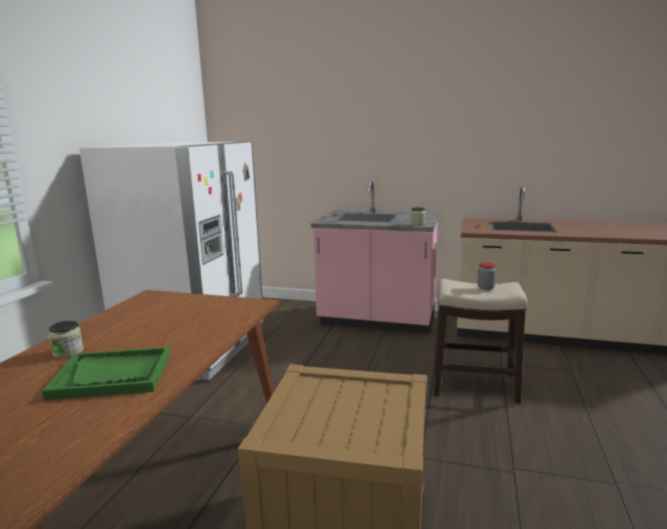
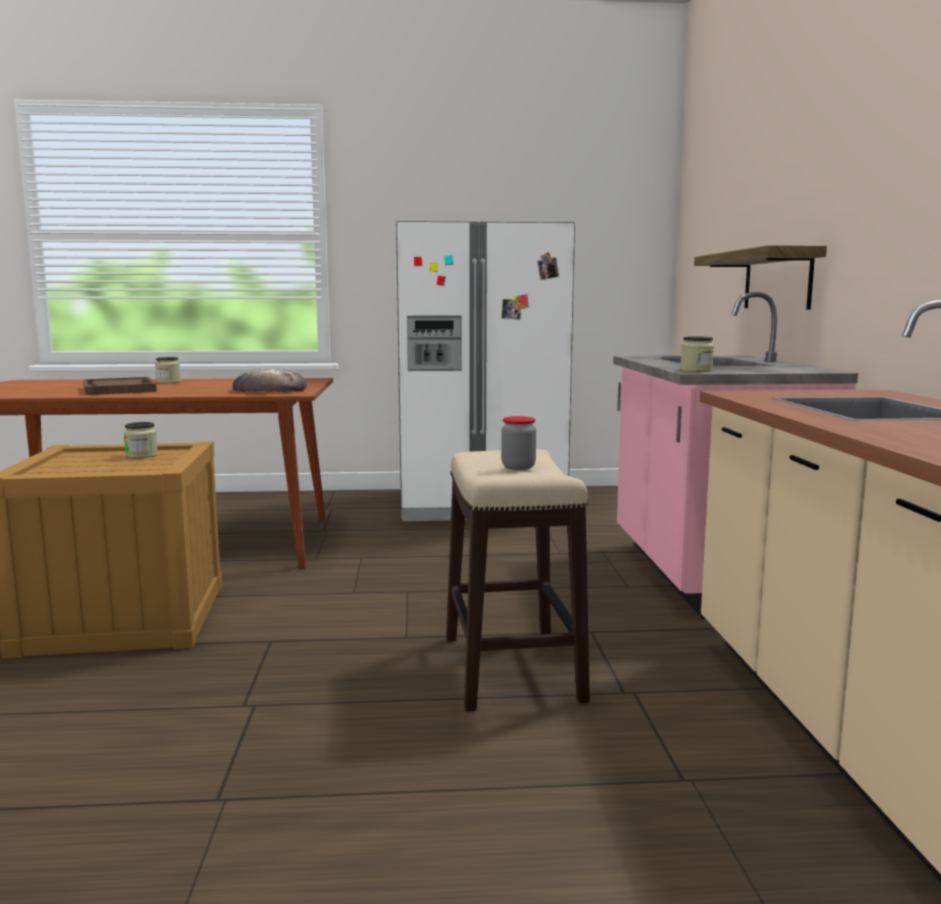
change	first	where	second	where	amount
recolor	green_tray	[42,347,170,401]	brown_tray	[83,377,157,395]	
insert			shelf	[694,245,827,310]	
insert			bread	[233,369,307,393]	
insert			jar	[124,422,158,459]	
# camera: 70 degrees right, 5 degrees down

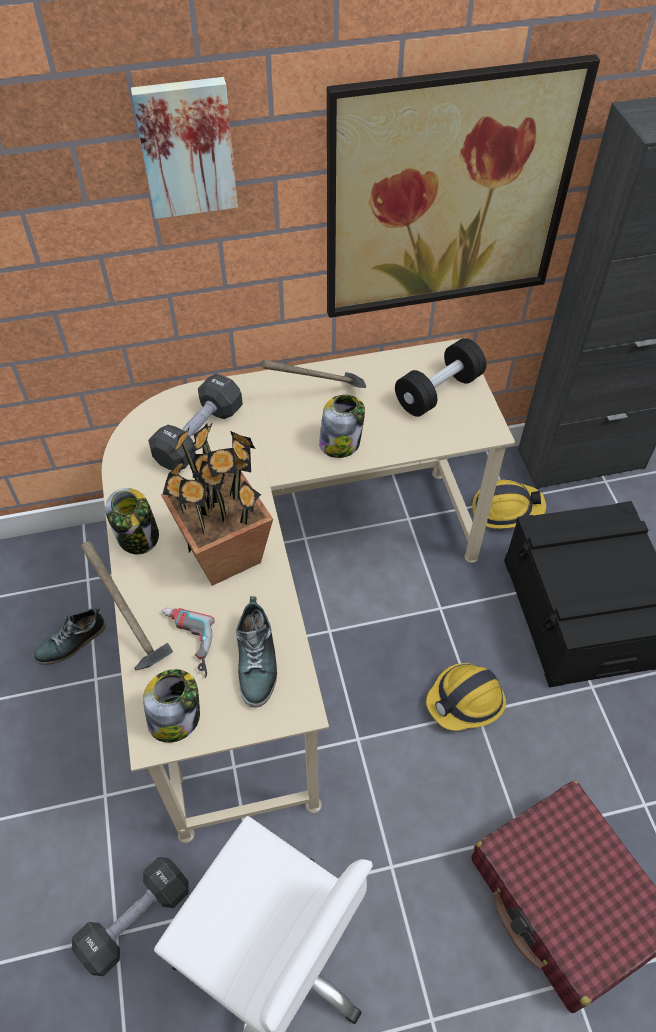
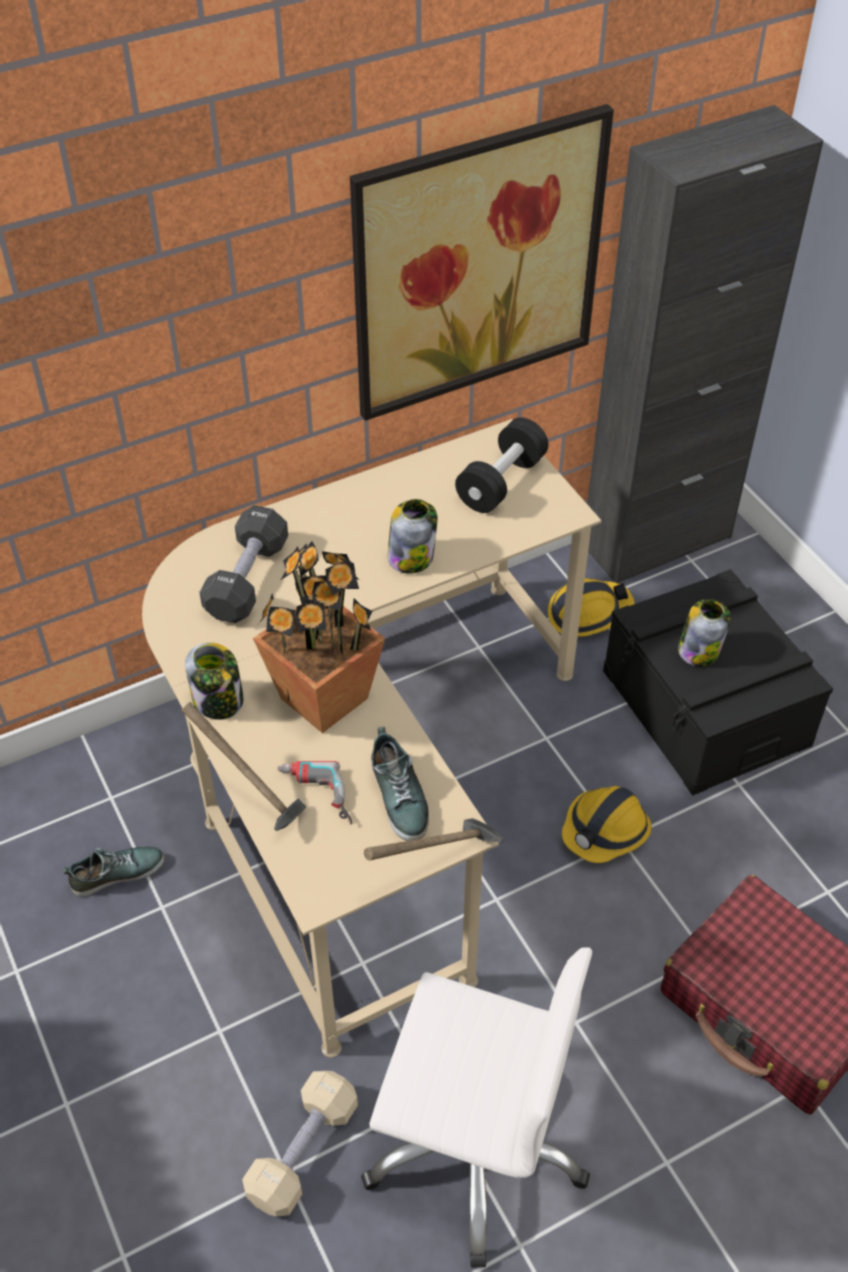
change	first	where	second	where	amount
delete	picture	[131,77,238,219]			
move	hammer	[261,360,366,388]		[364,818,504,860]	
rotate	shoe	[33,606,106,665]		[63,847,164,897]	150 degrees counterclockwise
move	jar	[143,669,200,743]		[678,599,731,667]	
recolor	black_dumbbell	[72,857,189,976]	beige_dumbbell	[242,1071,358,1217]	
# camera: 15 degrees left, 5 degrees down

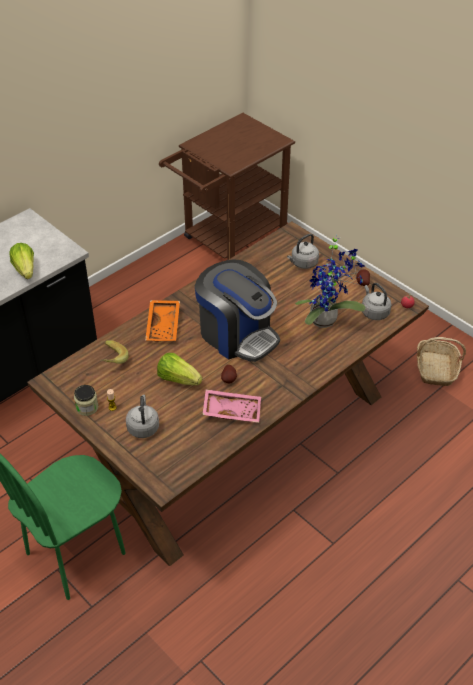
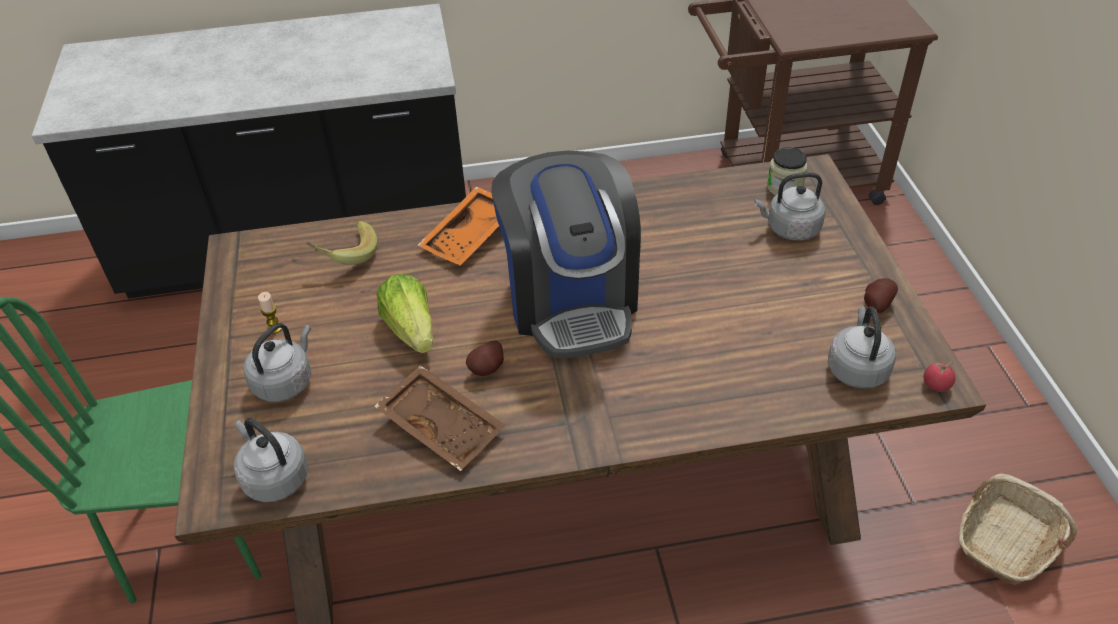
change	first	where	second	where	amount
delete	potted_plant	[295,234,366,328]			
delete	lettuce	[9,243,34,279]			
move	jar	[74,385,99,416]		[767,147,808,196]	
recolor	pink_tray	[202,389,261,423]	brown_tray	[374,365,506,471]	
insert			grey_kettle	[234,418,308,502]	
# camera: 35 degrees right, 0 degrees up

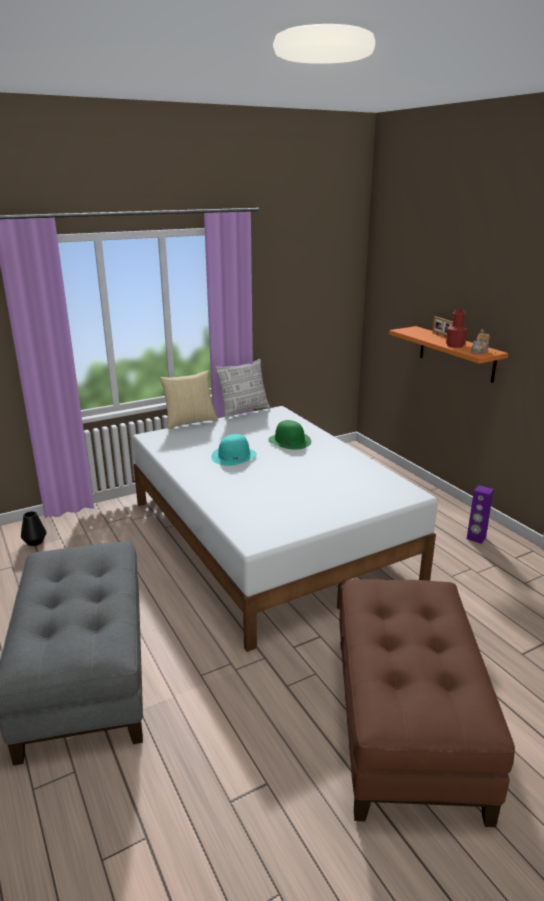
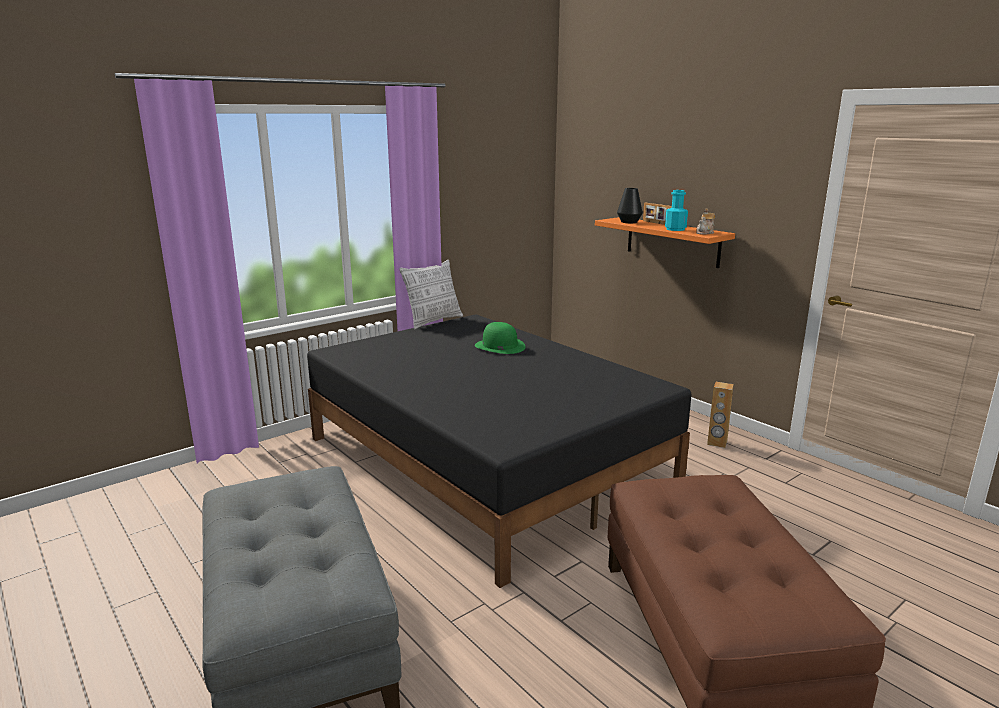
change	first	where	second	where	amount
recolor	red_bottle	[446,310,467,348]	turquoise_bottle	[665,190,688,231]	
delete	pillow	[160,370,218,429]			
recolor	white_bed	[133,406,438,652]	black_bed	[307,314,691,588]	
delete	turquoise_hat	[211,434,257,466]			
recolor	purple_speaker	[467,485,494,544]	brown_speaker	[707,382,734,448]	
move	black_vase	[21,511,46,546]		[617,188,643,223]	
# camera: 10 degrees left, 5 degrees down

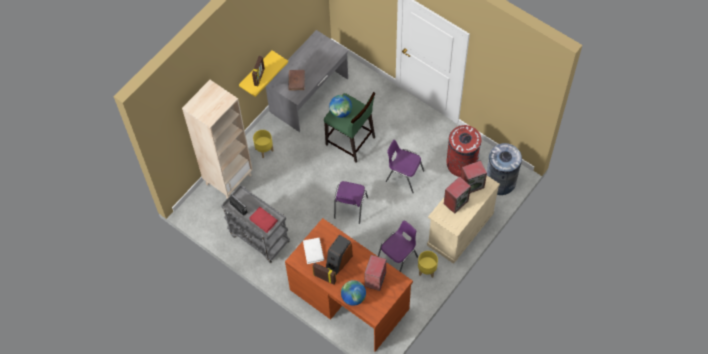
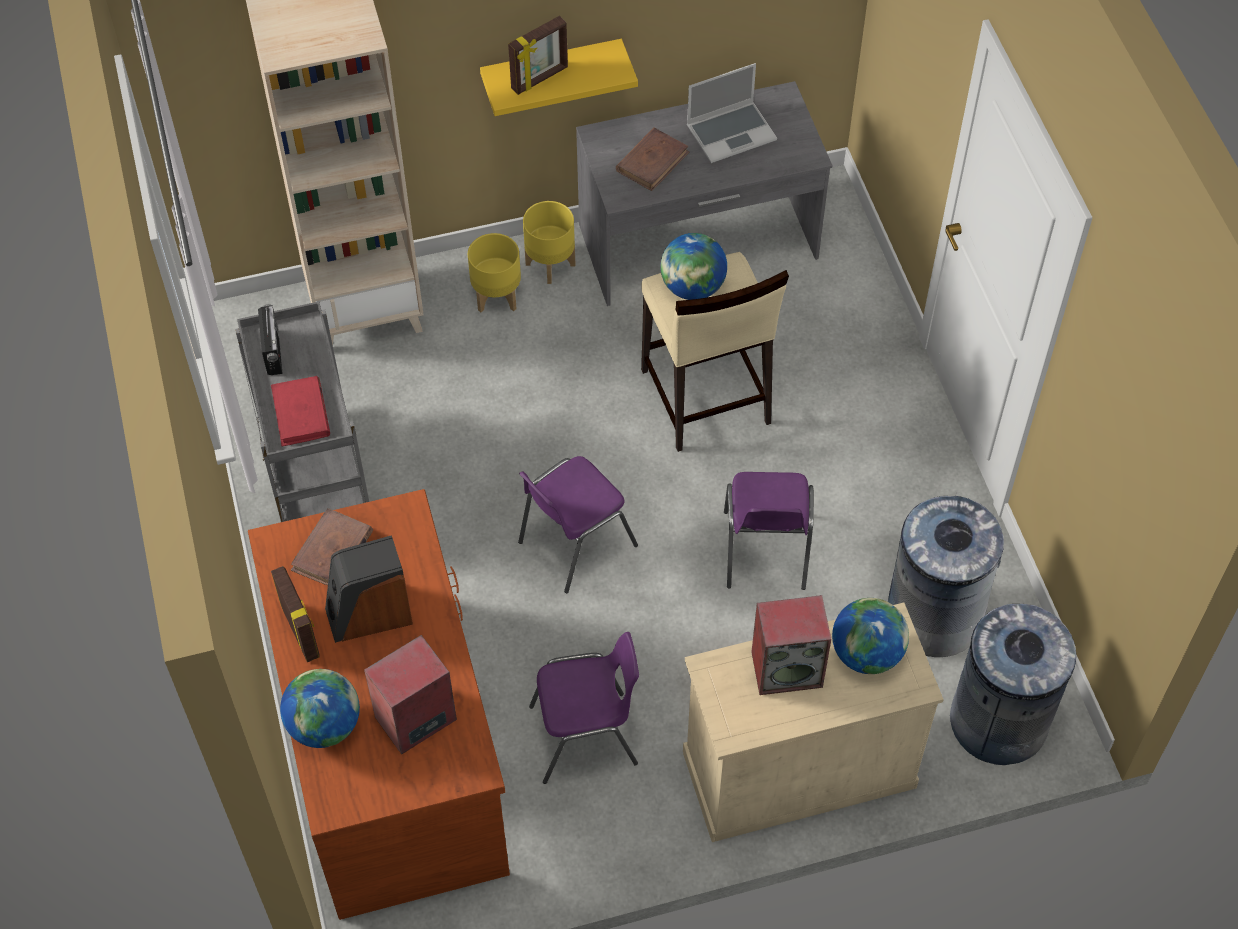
change	first	where	second	where	amount
recolor	green_stool	[324,92,375,163]	beige_stool	[641,252,789,452]	
recolor	red_trash_can	[446,125,482,177]	grey_trash_can	[888,492,1004,657]	
rotate	purple_chair	[386,140,424,193]		[724,472,814,590]	150 degrees counterclockwise
replace	speaker	[461,160,487,193]	globe	[832,598,909,674]	
recolor	white_book	[303,238,324,264]	brown_book	[291,508,373,585]	
move	yellow_planter	[418,251,438,278]		[523,201,575,284]	
insert			laptop	[687,63,777,163]	
# camera: 35 degrees right, 5 degrees down

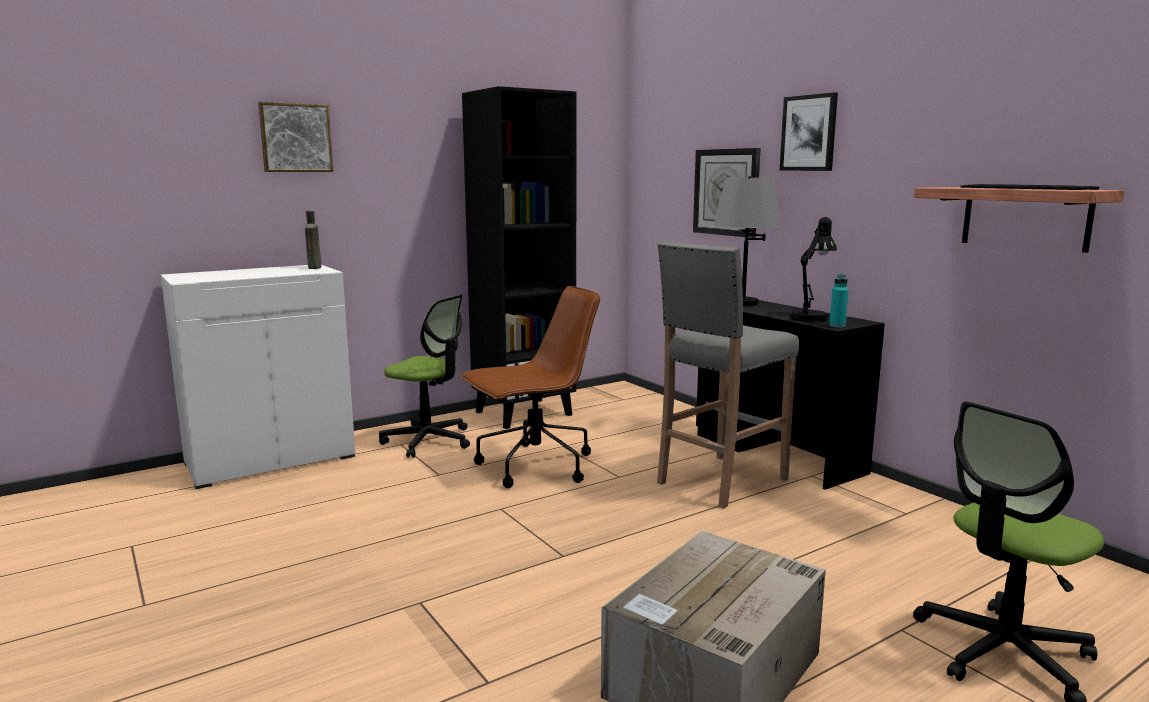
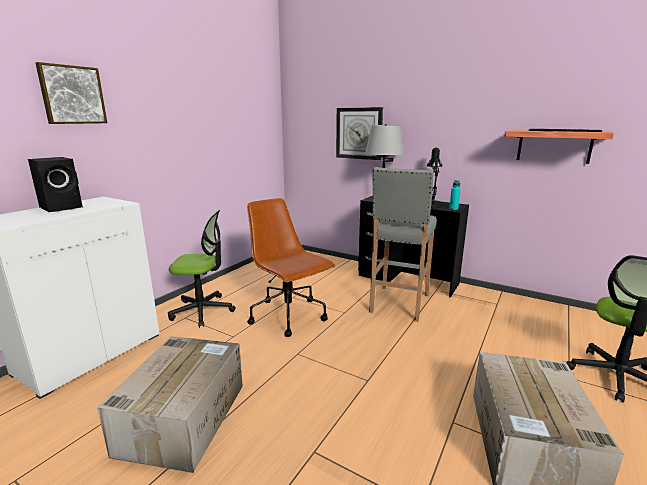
change	first	where	second	where	amount
delete	black_bookcase	[462,86,576,429]			
delete	picture	[779,92,838,171]			
delete	brown_bottle	[305,211,321,269]			
rotate	brown_office_chair	[461,286,600,488]		[247,198,336,337]	75 degrees counterclockwise
insert			black_speaker	[28,157,83,212]	
insert			cardboard_box	[97,336,243,473]	
# camera: 25 degrees left, 5 degrees up

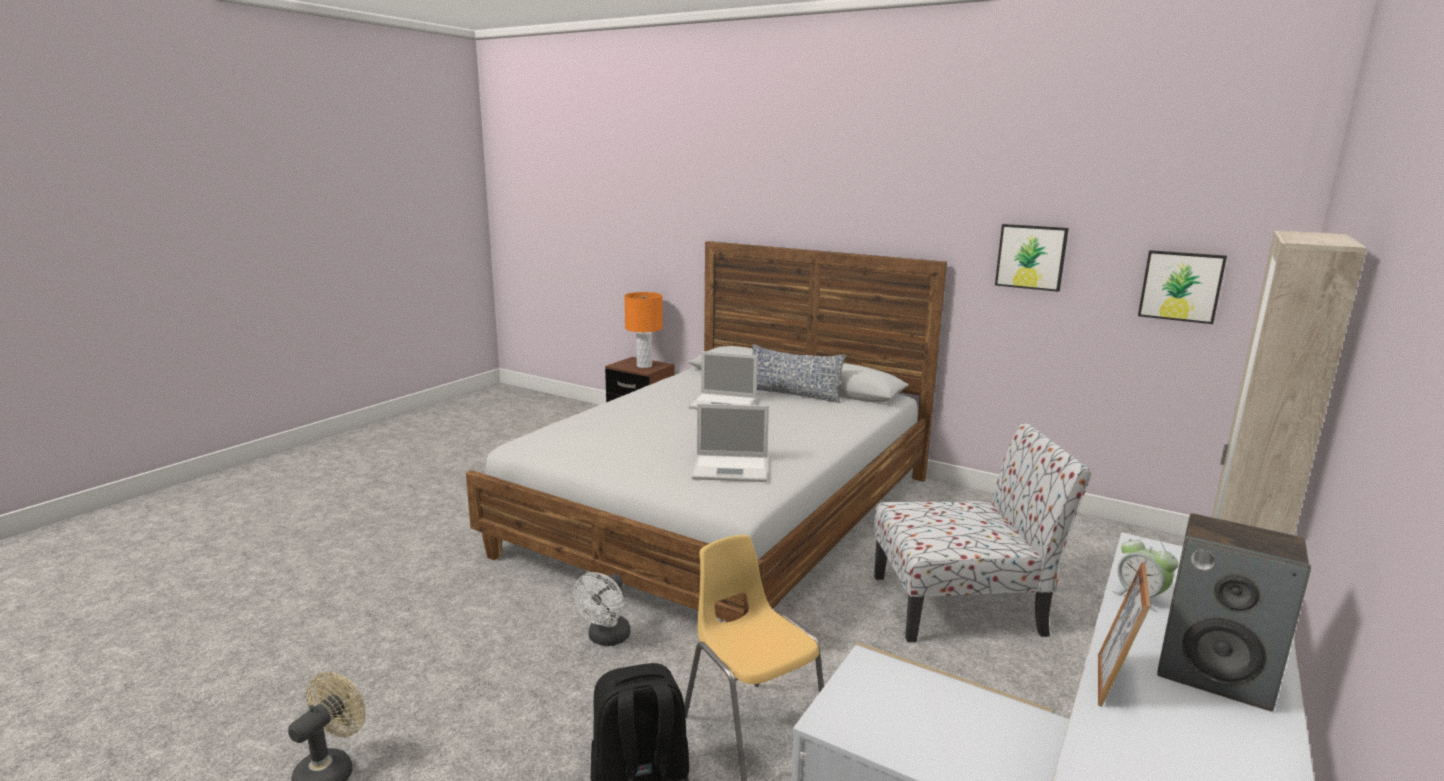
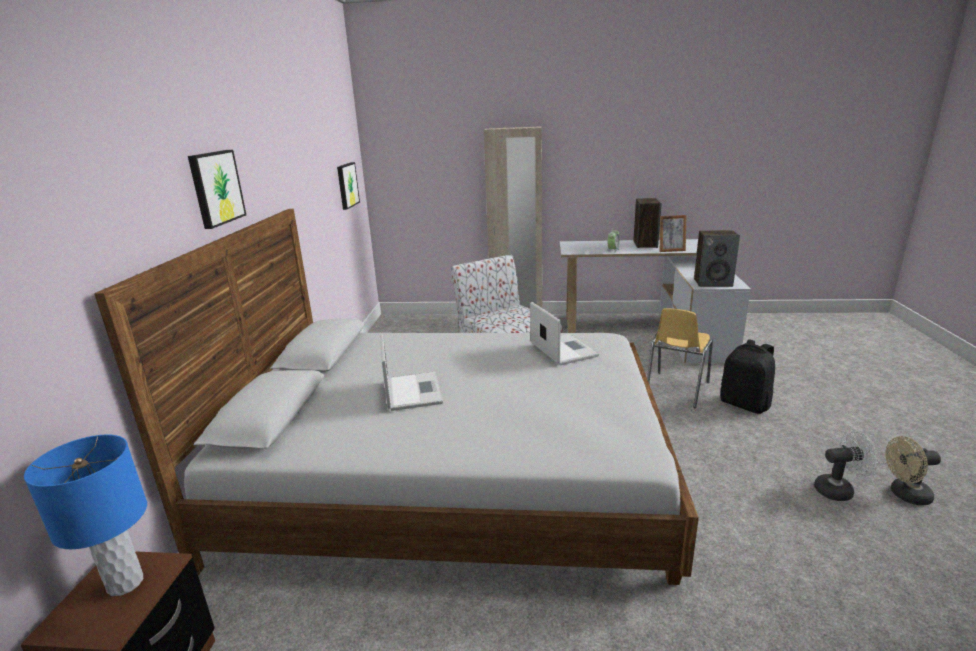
change	first	where	second	where	amount
move	picture	[995,224,1069,292]		[188,150,246,229]	
recolor	orange_table_lamp	[625,292,663,368]	blue_table_lamp	[24,435,147,596]	
delete	pillow	[752,344,846,403]			
move	white_fan	[573,572,630,646]		[814,431,878,501]	
insert			speaker	[694,230,740,287]	
# camera: 115 degrees left, 5 degrees up

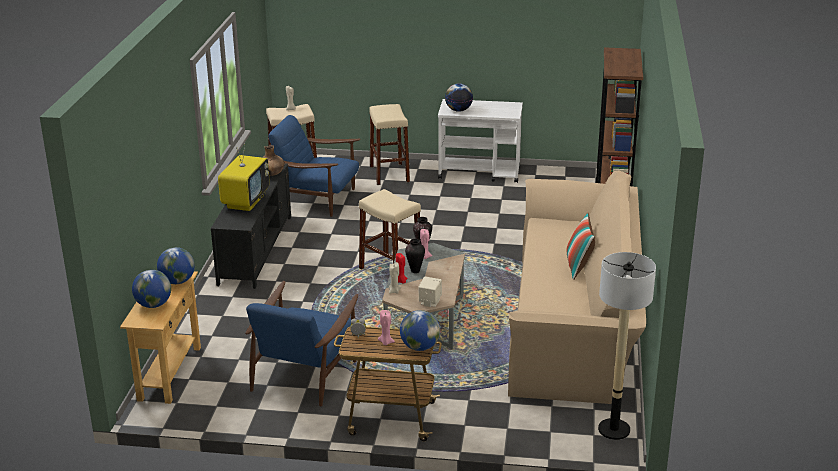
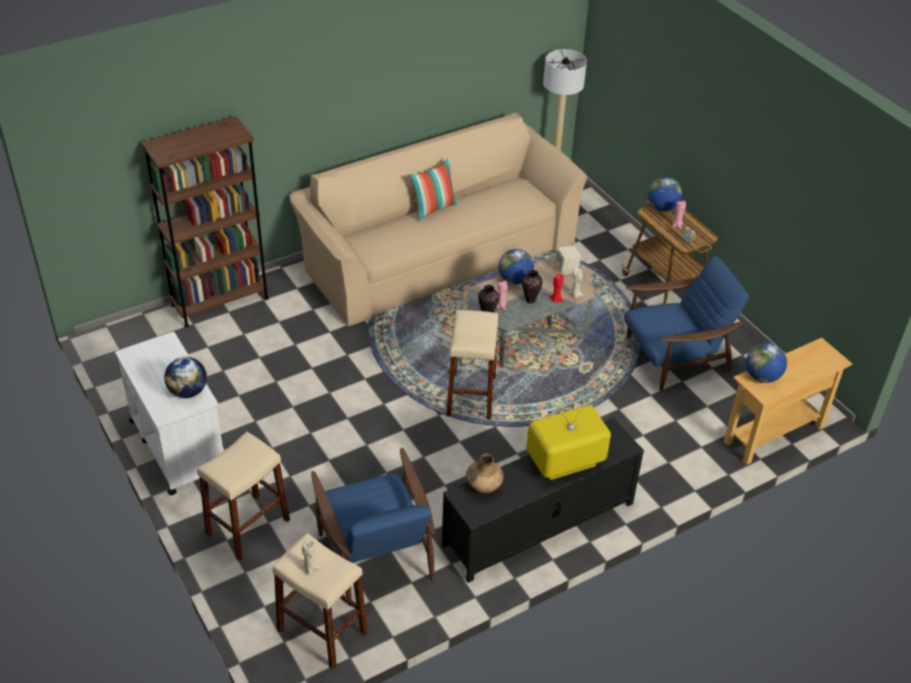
change	first	where	second	where	amount
move	globe	[132,270,171,308]		[498,249,534,284]	
# camera: 130 degrees left, 15 degrees up

